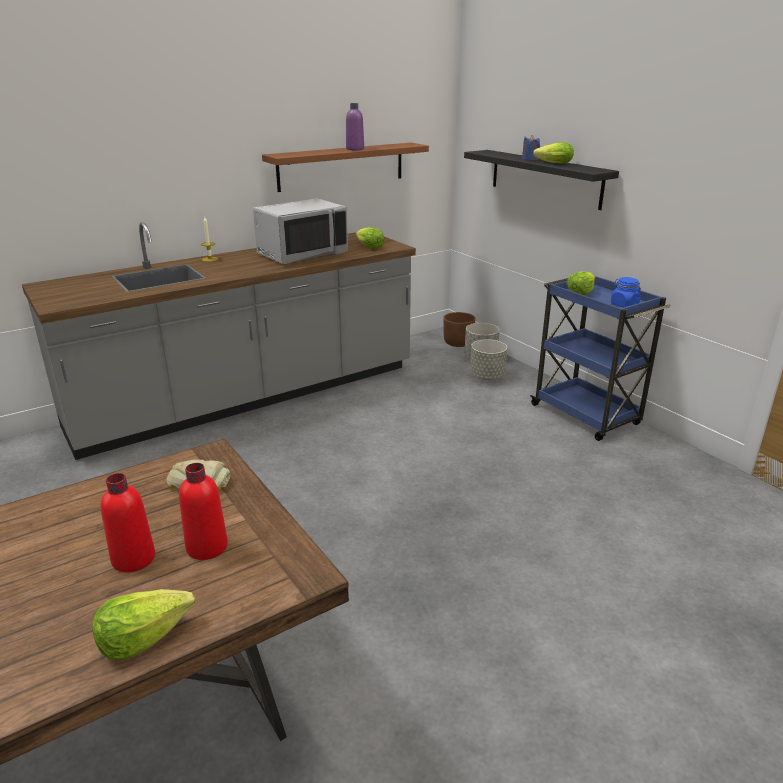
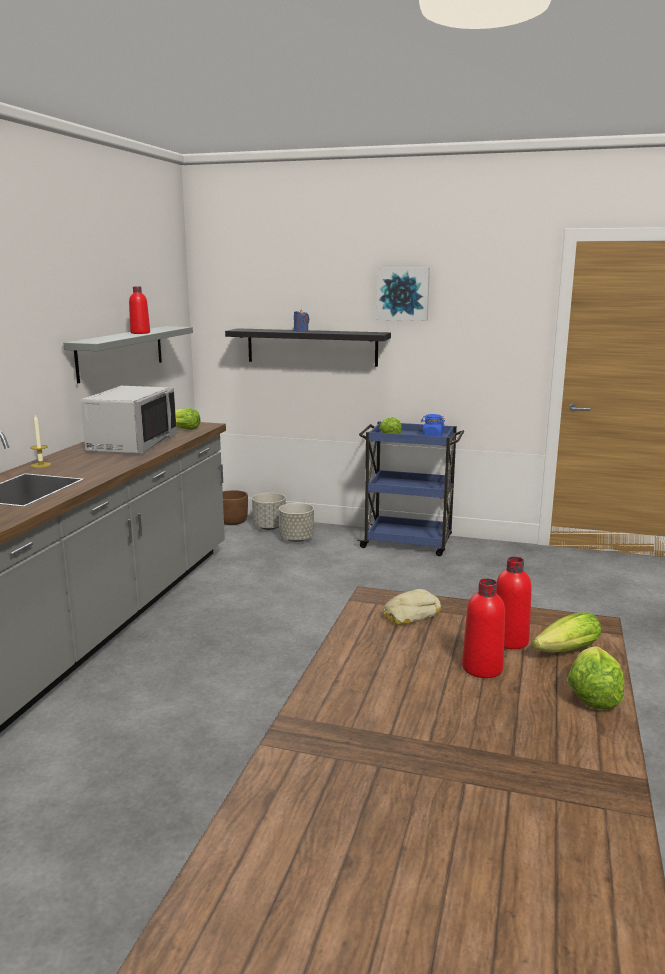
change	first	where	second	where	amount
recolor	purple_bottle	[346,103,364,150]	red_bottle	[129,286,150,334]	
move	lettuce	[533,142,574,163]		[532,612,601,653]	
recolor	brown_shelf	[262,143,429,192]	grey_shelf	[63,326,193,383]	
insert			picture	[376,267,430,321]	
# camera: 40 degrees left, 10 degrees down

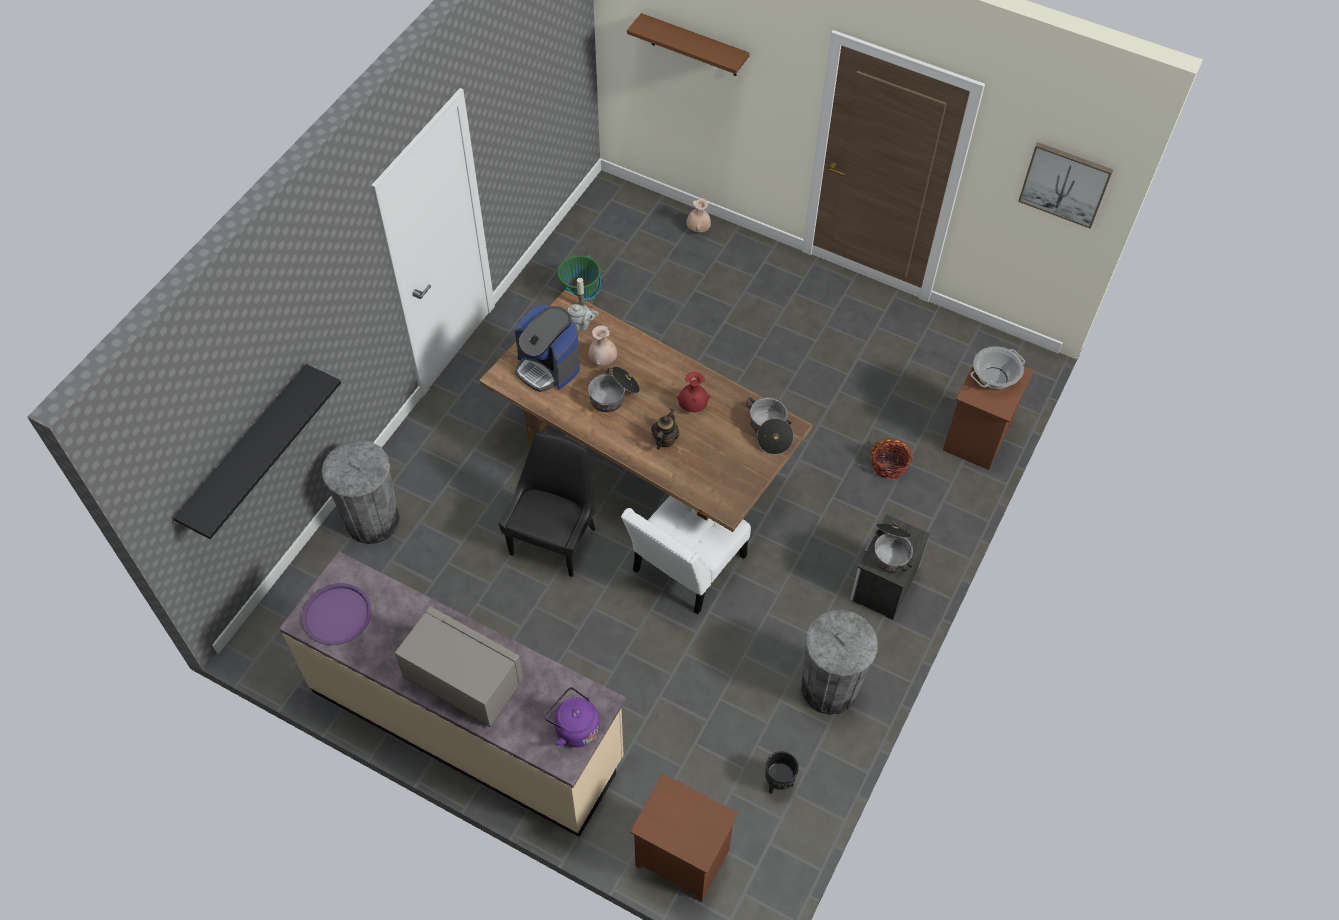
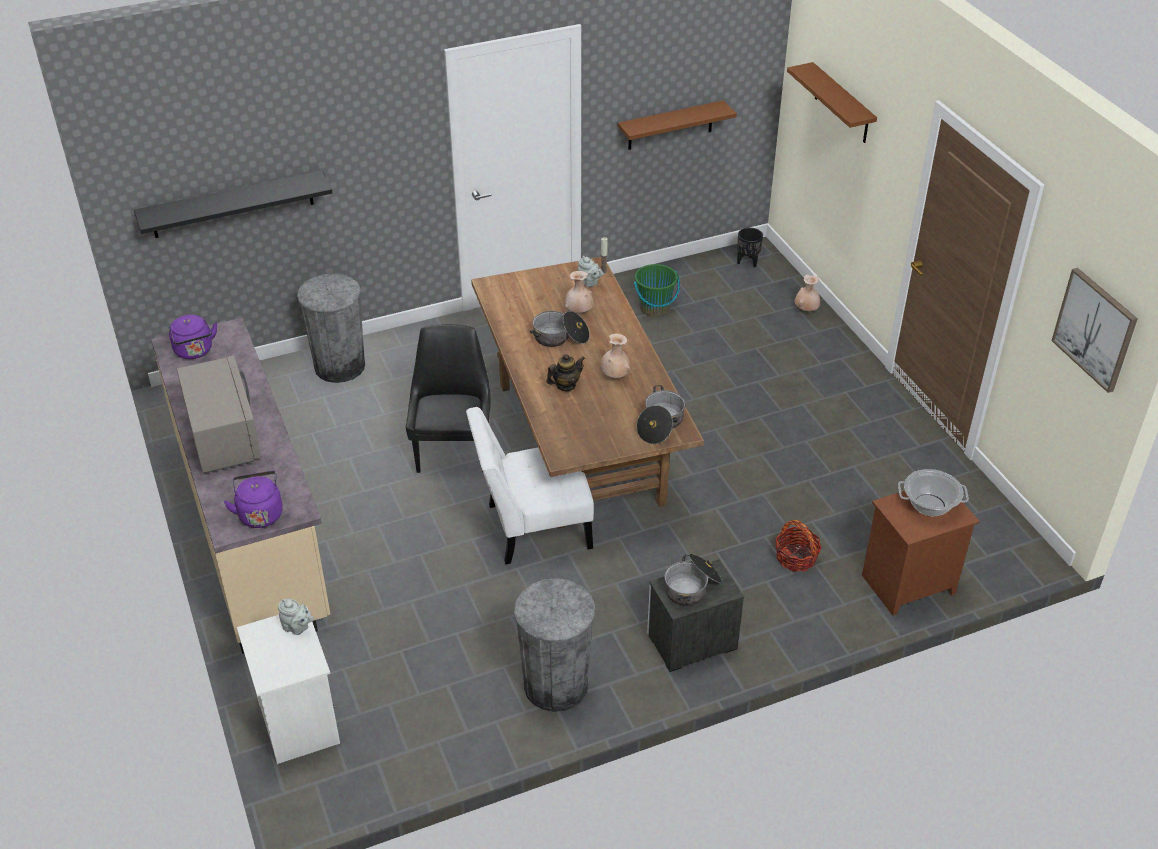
change	first	where	second	where	amount
delete	coffee_machine	[514,305,580,392]			
recolor	red_vase	[677,372,711,412]	beige_vase	[600,334,631,378]	
rotate	black_chair	[498,433,596,577]		[406,324,491,473]	60 degrees counterclockwise
replace	purple_tray	[302,583,372,645]	purple_kettle	[169,315,217,359]	
move	black_planter	[765,751,799,794]		[737,228,763,268]	
recolor	brown_nightstand	[630,774,739,902]	white_nightstand	[237,606,340,764]	
insert			brown_shelf	[618,100,737,150]	
insert			grey_teapot	[278,599,314,635]	
# camera: 40 degrees right, 15 degrees down

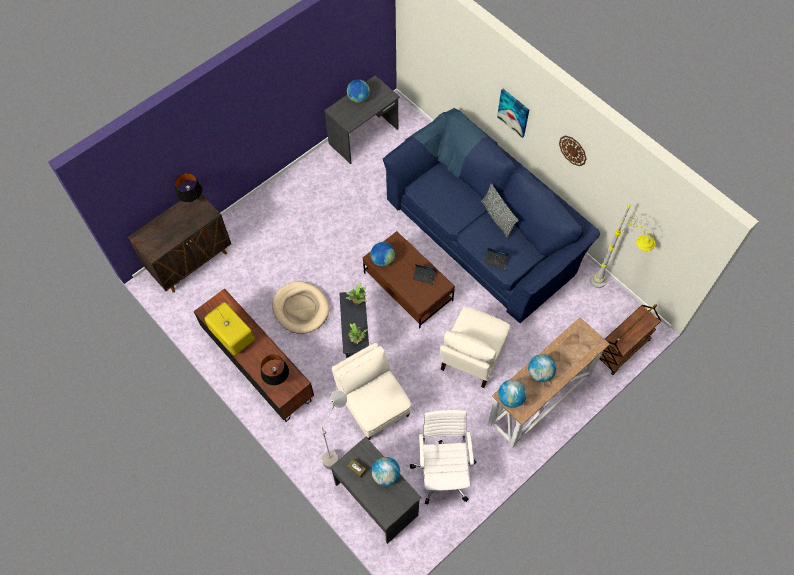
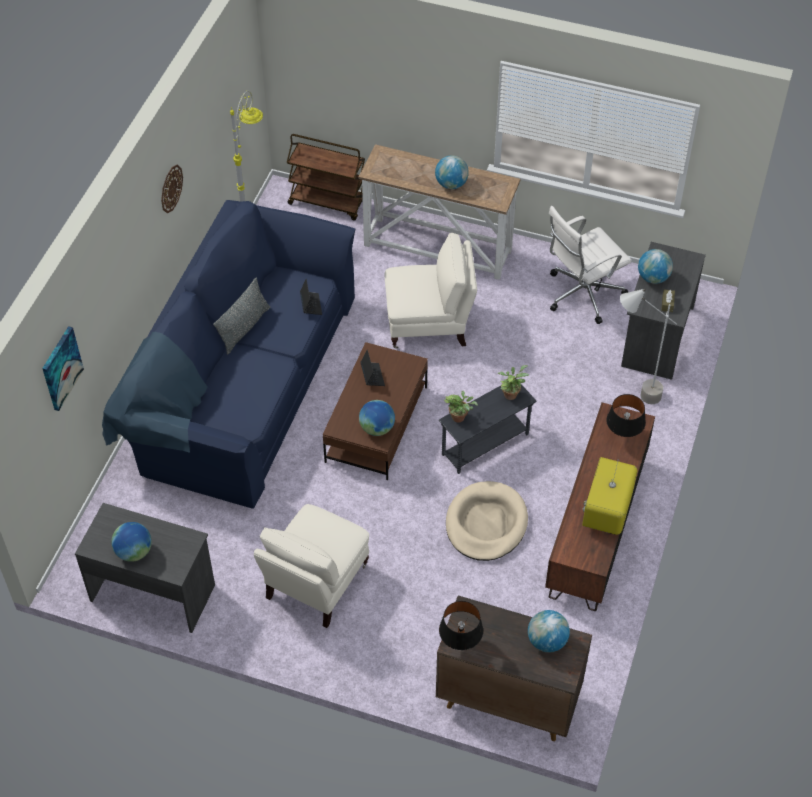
change	first	where	second	where	amount
move	picture	[497,89,529,138]		[42,326,84,411]	
move	beige_armchair	[332,342,411,440]		[254,504,369,628]	
move	globe	[498,379,527,408]		[528,610,570,652]	
# camera: 120 degrees left, 10 degrees down

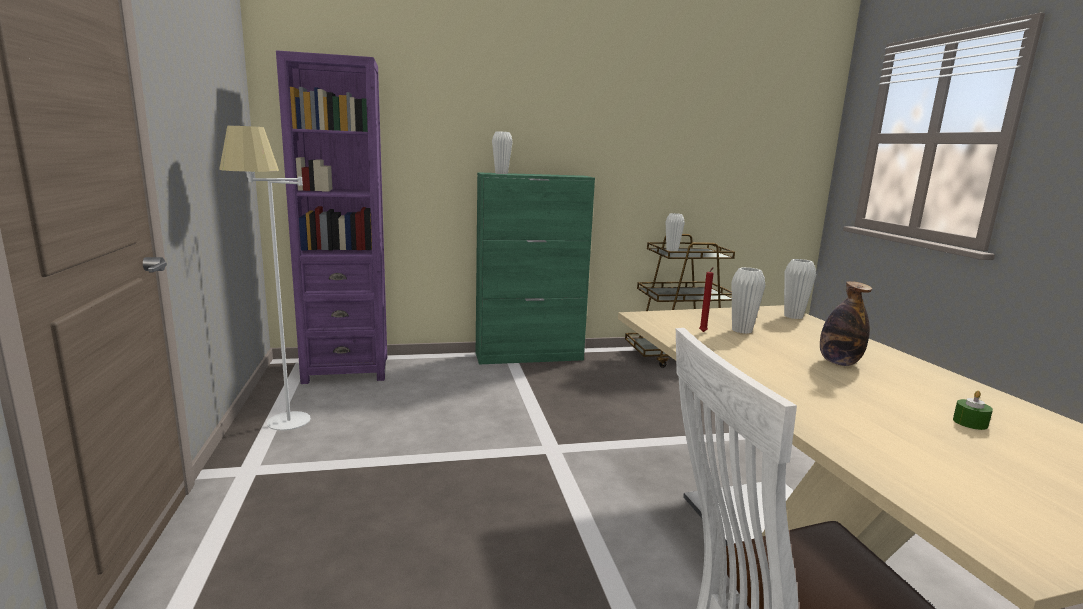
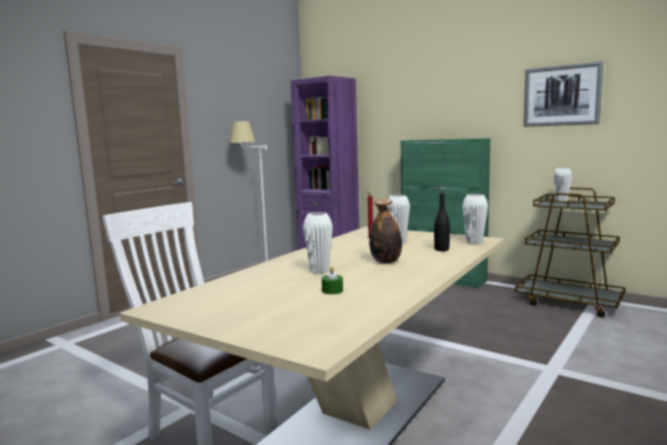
change	first	where	second	where	amount
move	white_vase	[492,131,513,174]		[303,212,333,274]	
insert			picture	[524,61,603,127]	
insert			black_bottle	[434,192,450,251]	
# camera: 50 degrees right, 5 degrees down

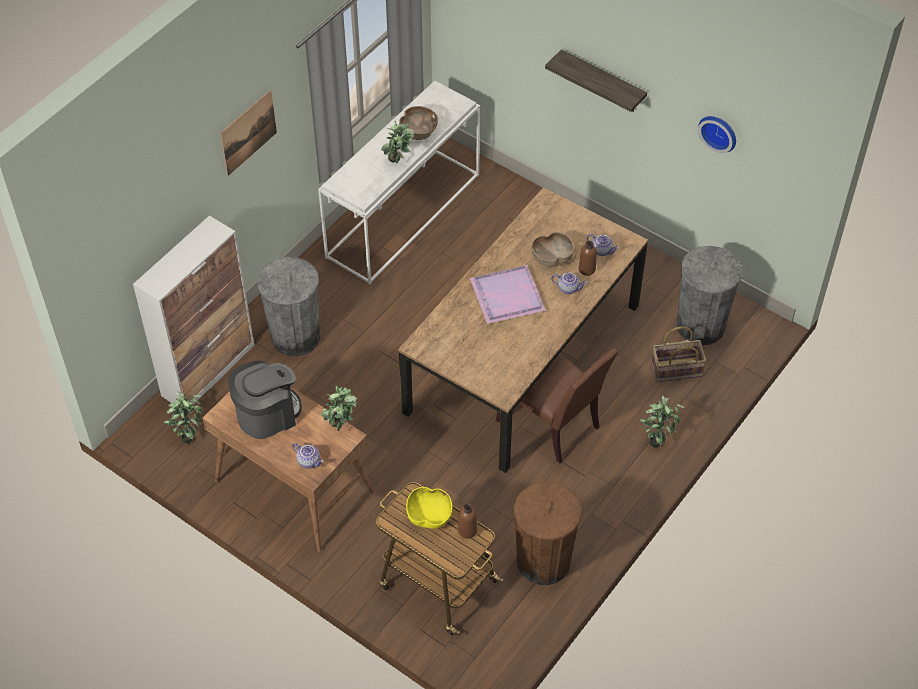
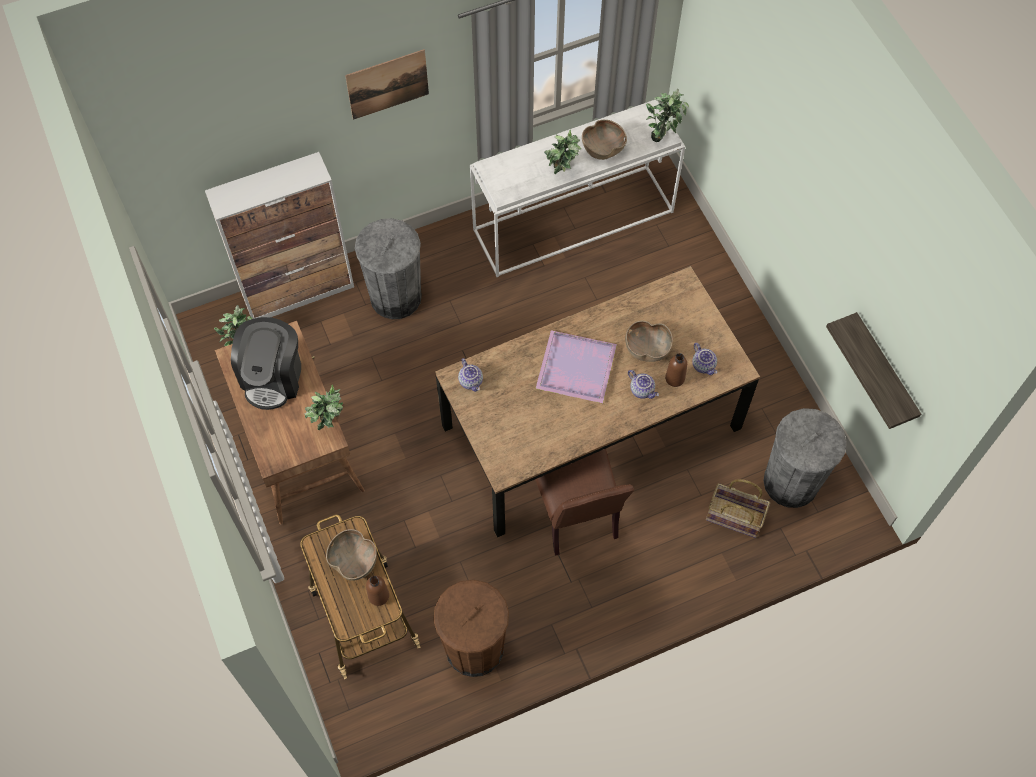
change	first	where	second	where	amount
move	shelf	[545,49,647,112]		[826,312,921,429]	
delete	wall_clock	[698,116,736,153]			
rotate	coffee_machine	[228,361,302,439]		[231,317,301,410]	105 degrees clockwise
move	potted_plant	[640,395,684,448]		[646,89,689,142]	
move	teapot	[292,443,323,468]		[458,358,483,392]	
recolor	yellow_bowl	[406,487,453,529]	brown_bowl	[326,529,377,581]	
# camera: 30 degrees right, 10 degrees up

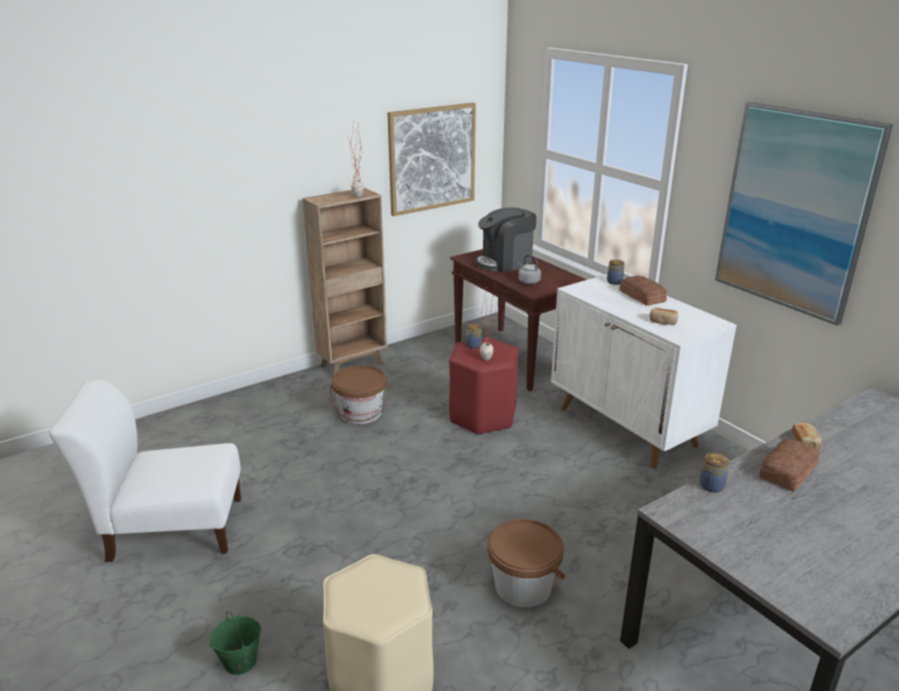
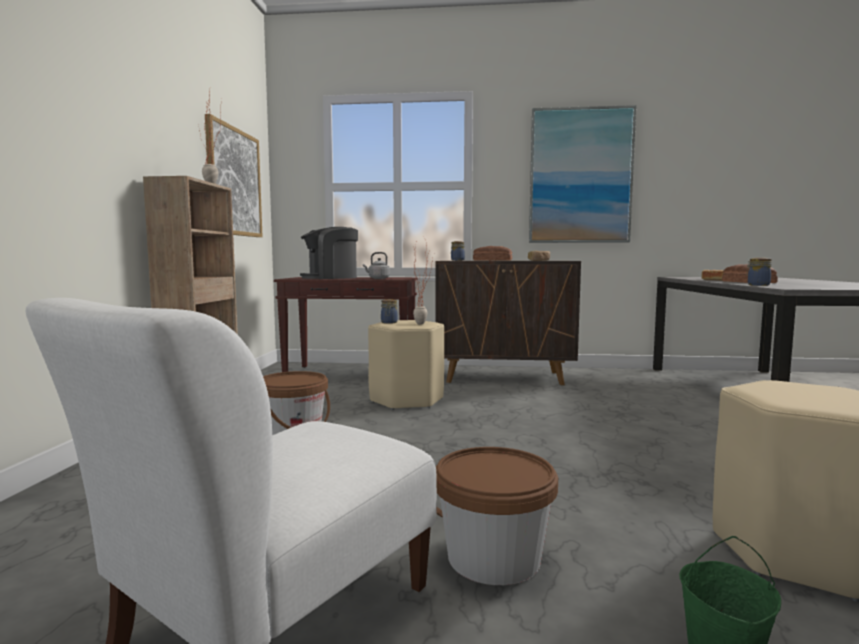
change	first	where	second	where	amount
rotate	coffee_machine	[476,207,537,273]		[300,227,358,279]	45 degrees clockwise
recolor	white_cabinet	[551,274,737,468]	brown_cabinet	[435,261,581,385]	
recolor	red_stool	[449,338,519,435]	beige_stool	[368,320,444,410]	
move	brown_bucket	[488,519,565,608]		[436,447,558,585]	
# camera: 50 degrees left, 20 degrees down

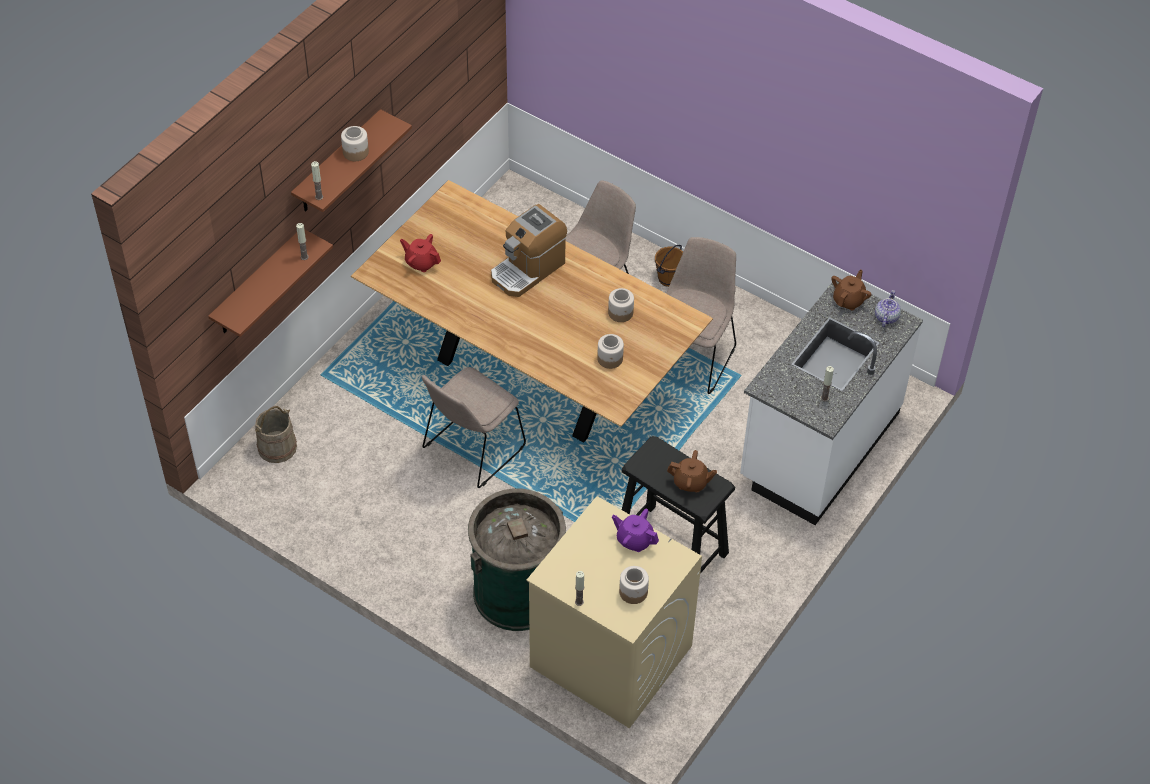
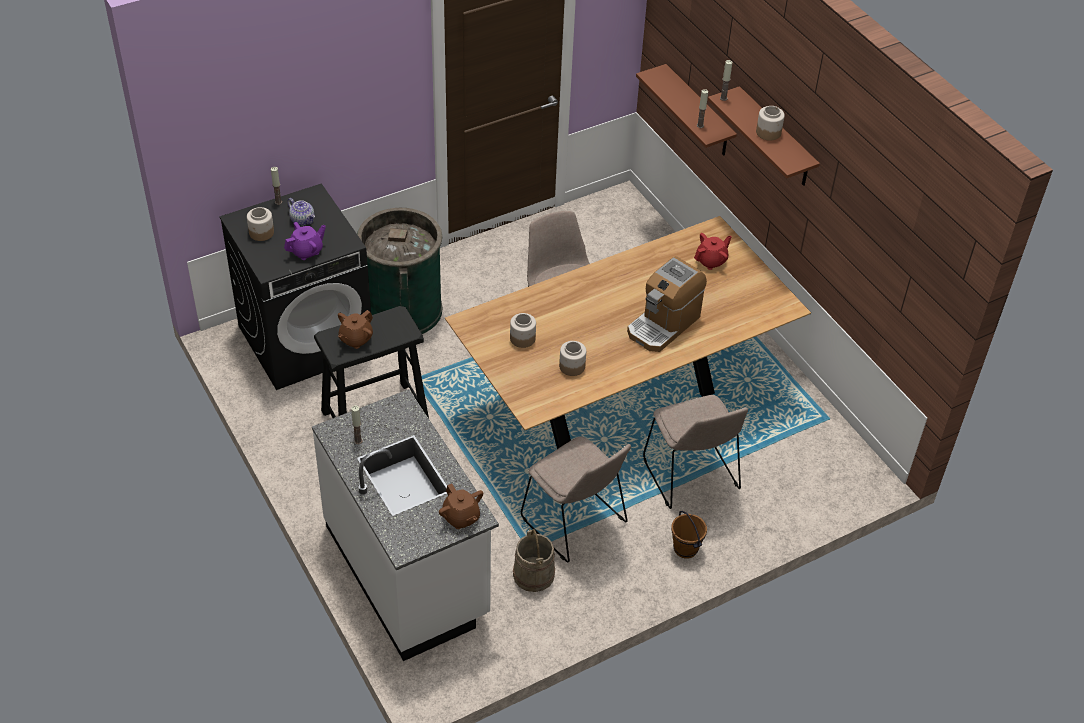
change	first	where	second	where	amount
rotate	coffee_machine	[491,204,567,297]		[627,256,707,352]	120 degrees counterclockwise
move	teapot	[875,290,901,327]		[287,198,315,226]	
move	beige_bucket	[255,406,297,463]		[513,529,555,592]	
recolor	beige_washing_machine	[526,496,702,728]	black_washing_machine	[219,183,371,390]	
# camera: 115 degrees right, 5 degrees down

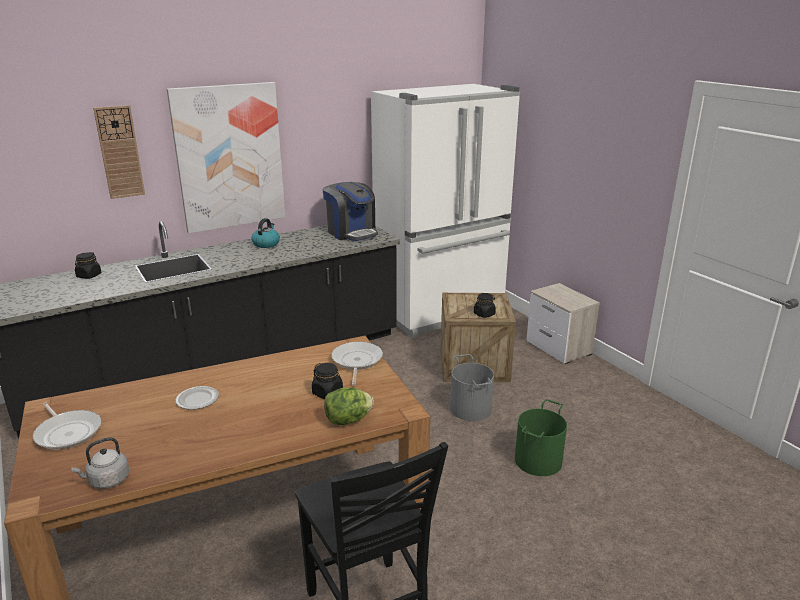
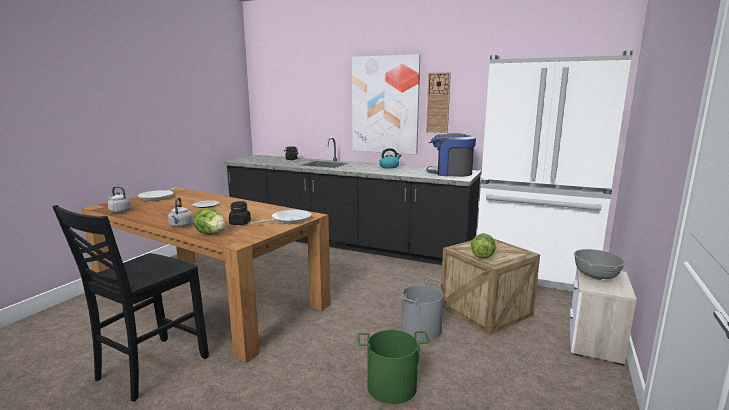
change	first	where	second	where	amount
move	wall_clock	[93,105,145,199]		[426,72,451,133]	
rotate	coffee_machine	[322,182,378,241]		[426,133,476,177]	90 degrees clockwise
replace	black_jar	[474,293,496,318]	lettuce	[471,233,496,259]	
insert			grey_kettle	[168,197,193,228]	
insert			grey_bowl	[574,249,625,280]	
# camera: 55 degrees right, 10 degrees down

